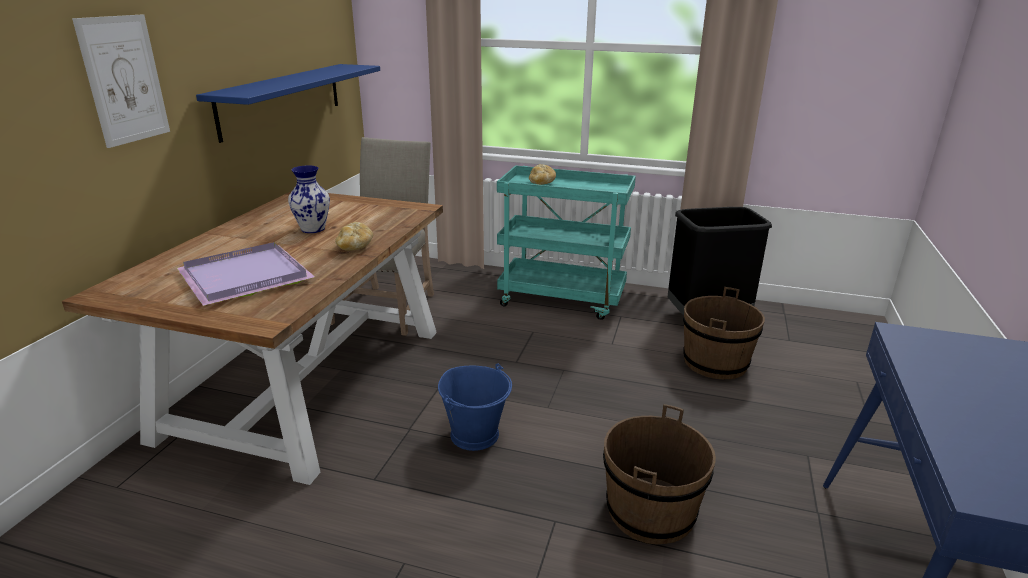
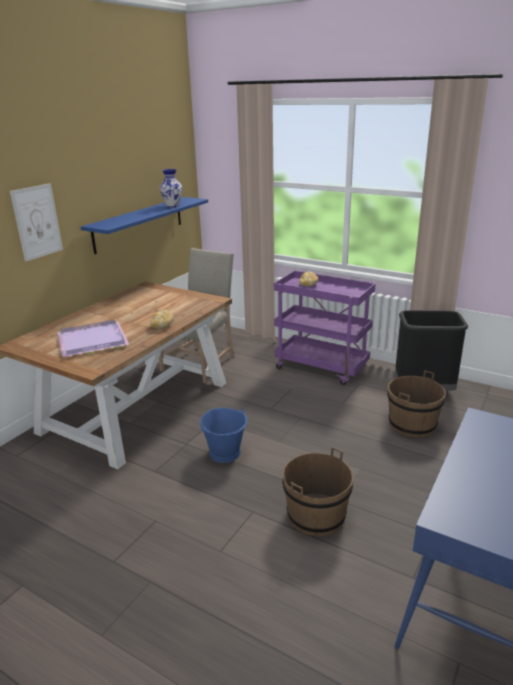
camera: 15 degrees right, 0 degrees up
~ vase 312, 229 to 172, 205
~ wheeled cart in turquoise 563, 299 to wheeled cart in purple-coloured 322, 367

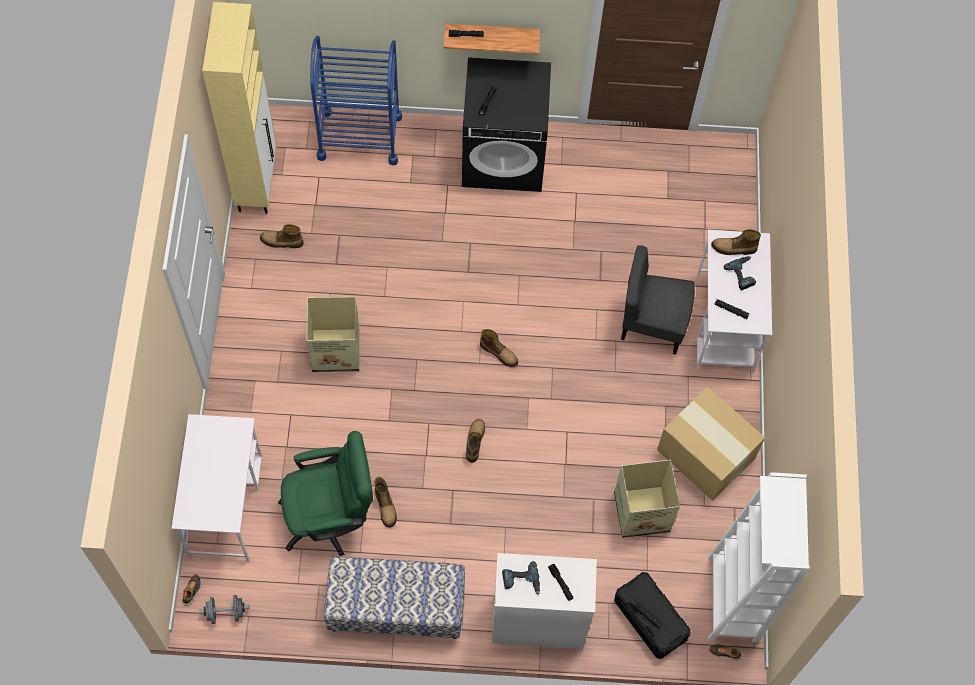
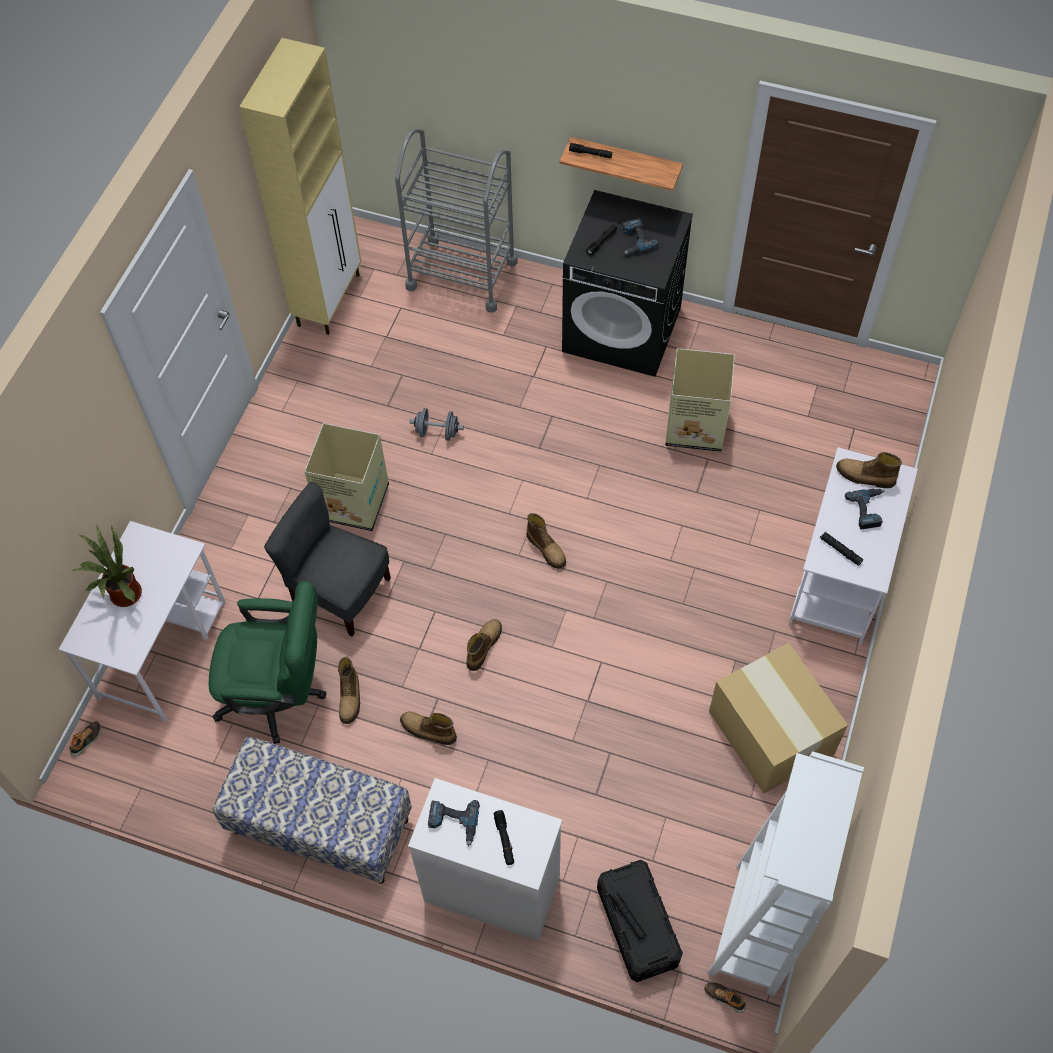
camera: 20 degrees right, 5 degrees down
~ wheeled cart in bluish 359, 137 to wheeled cart in gray 462, 274
~ tall boot 281, 242 to 428, 731
~ chair in gray 652, 323 to 340, 592
~ cardboard box 640, 512 to 693, 426
~ hand weight in gray 226, 612 to 437, 432
+ drill 634, 240
+ potted plant 122, 594

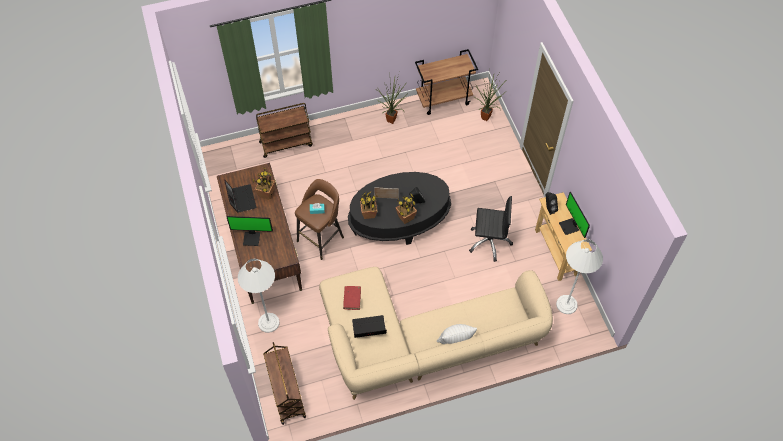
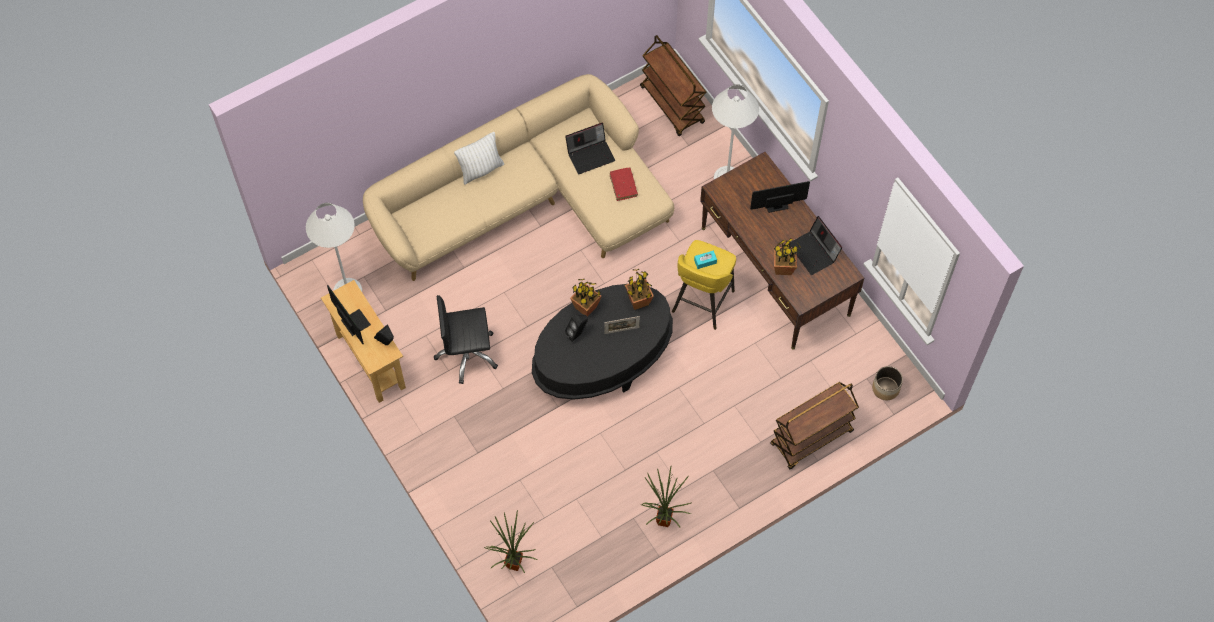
camera: 165 degrees right, 5 degrees up
- wheeled cart in brownish 444, 99
~ sitting stool in brownish 321, 238 to sitting stool in yellow 702, 303
+ plant pot 885, 388

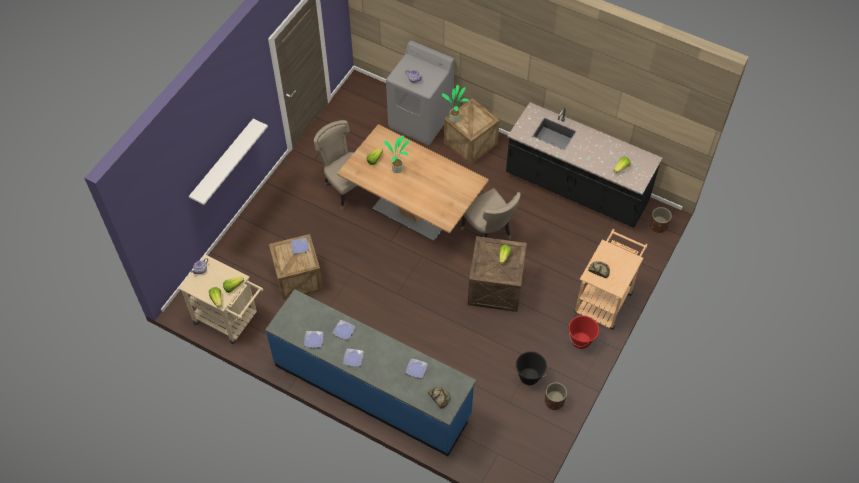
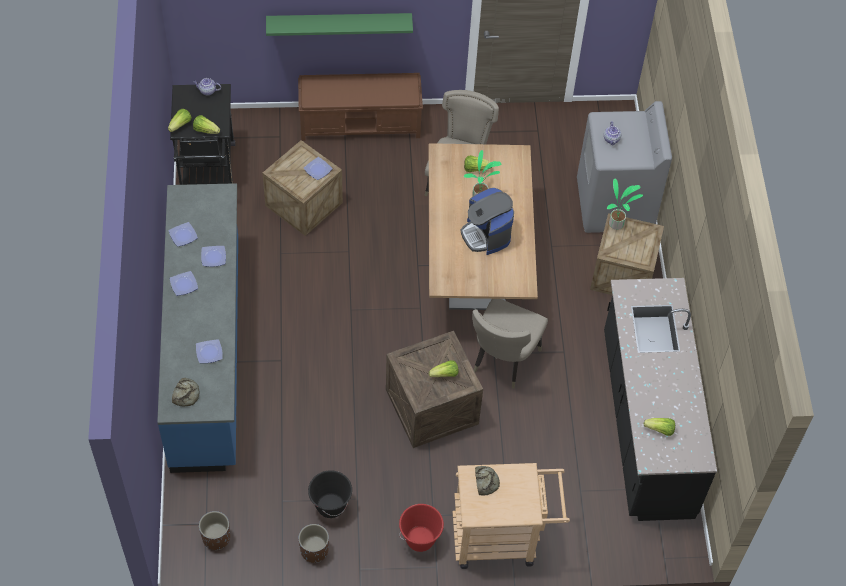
camera: 55 degrees right, 0 degrees up
~ wall shelf in white 223, 162 to wall shelf in greenish 339, 23
~ plant pot in brownish 658, 226 to 216, 537
~ wheeled cart in sand-coloured 230, 320 to wheeled cart in black 207, 173
+ indoor bench in brownish 361, 123
+ coffee brewer 486, 234

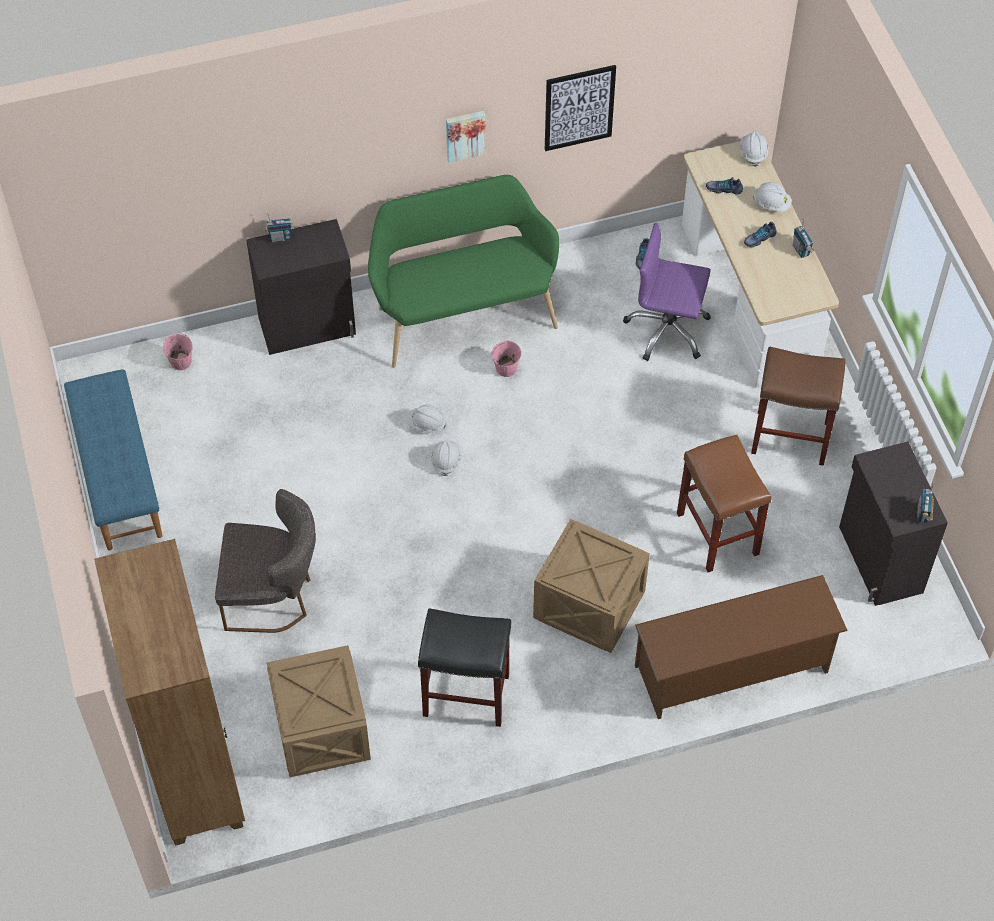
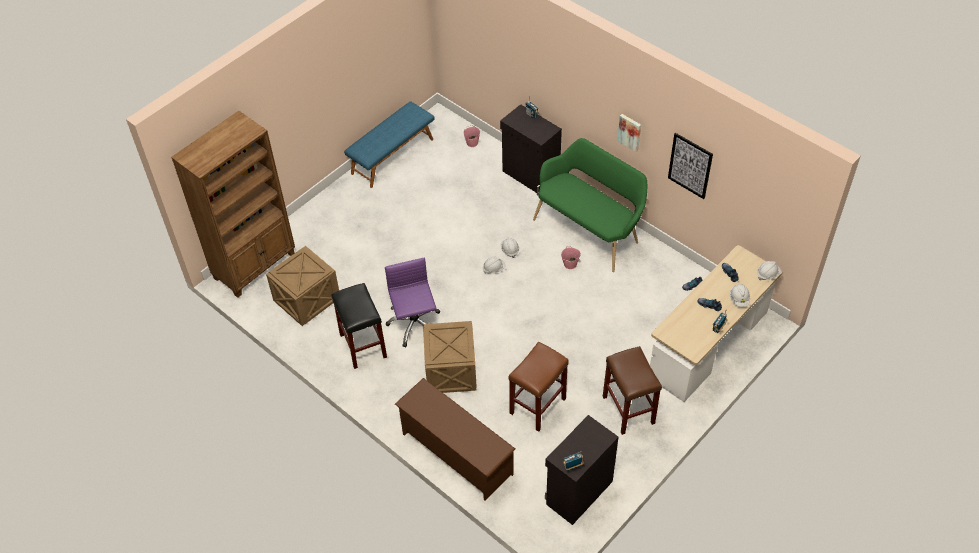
camera: 60 degrees right, 5 degrees down
~ desk chair in purple-coloured 667, 330 to 414, 325
- chair in gray 273, 596

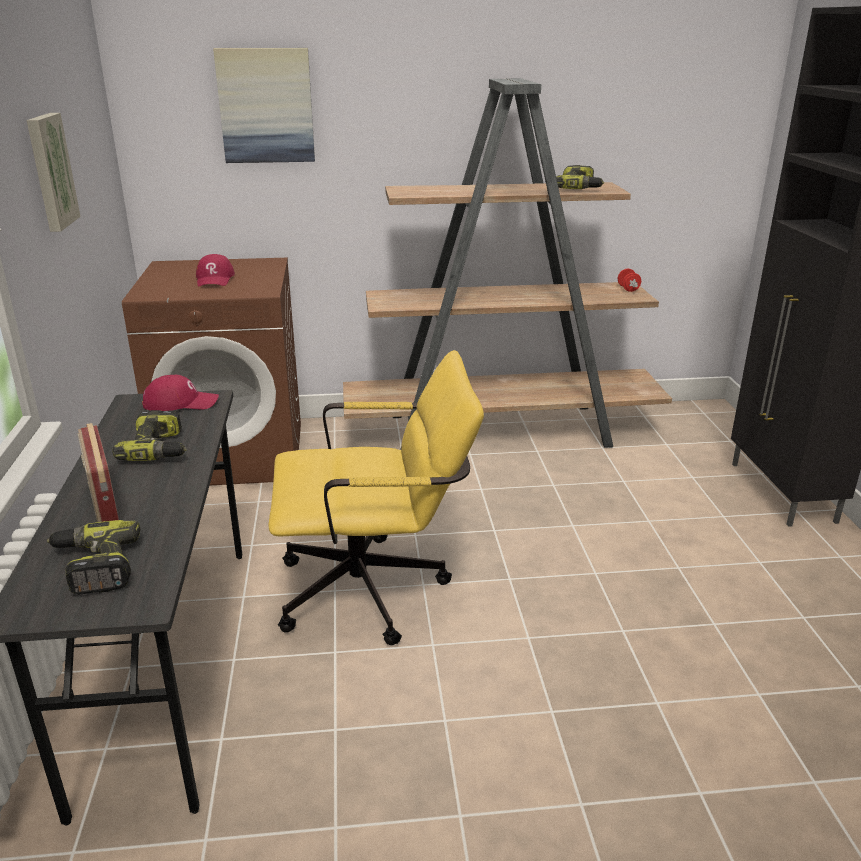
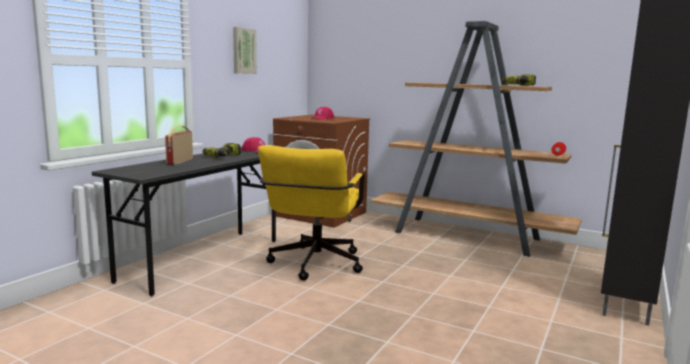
camera: 35 degrees right, 15 degrees down
- wall picture 266, 106
~ desk chair in yellow 377, 590 = 313, 266 75 degrees clockwise
- drill 94, 567

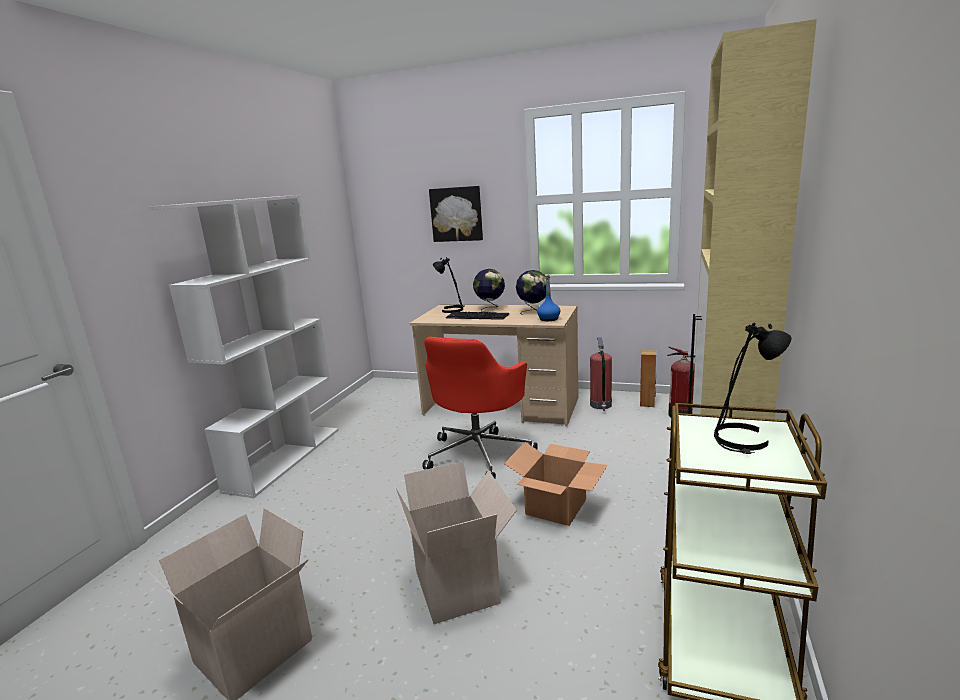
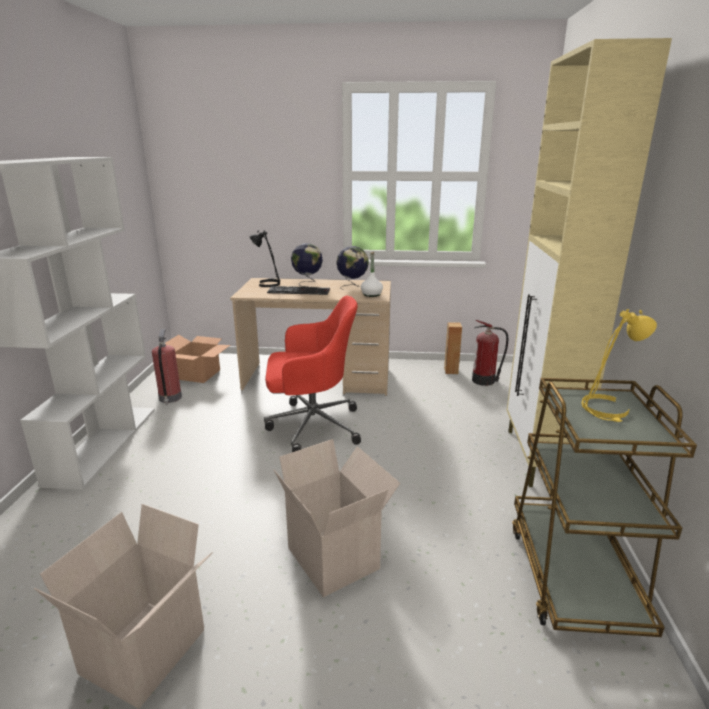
camera: 15 degrees left, 5 degrees up
- wall picture 457, 214
~ bottle in bluish 549, 319 to bottle in white 371, 294
~ table lamp in black 742, 440 to table lamp in yellow 606, 409
~ desk chair in red-coloured 479, 453 = 311, 426 105 degrees counterclockwise
~ fire extinguisher 601, 405 to 170, 398
~ cardboard box 556, 506 to 198, 374

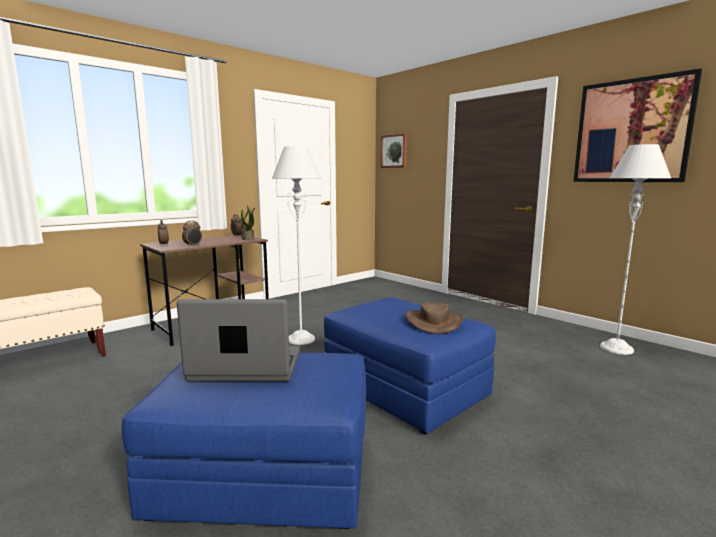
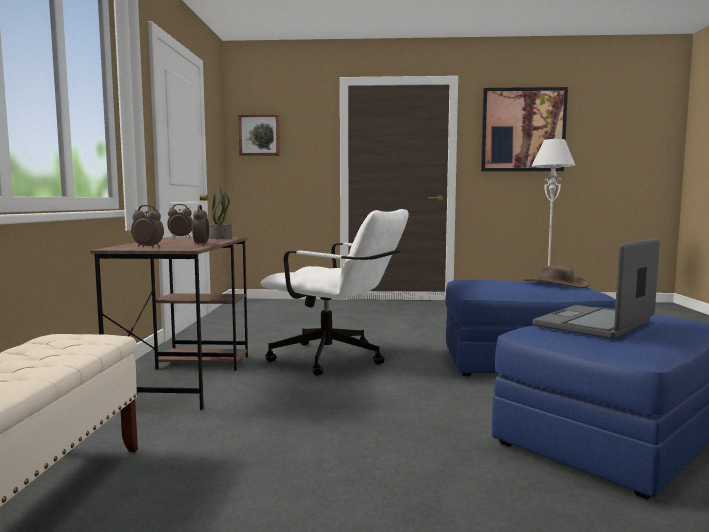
camera: 45 degrees left, 5 degrees down
~ standard lamp in gray 301, 339 to desk chair in white 337, 359

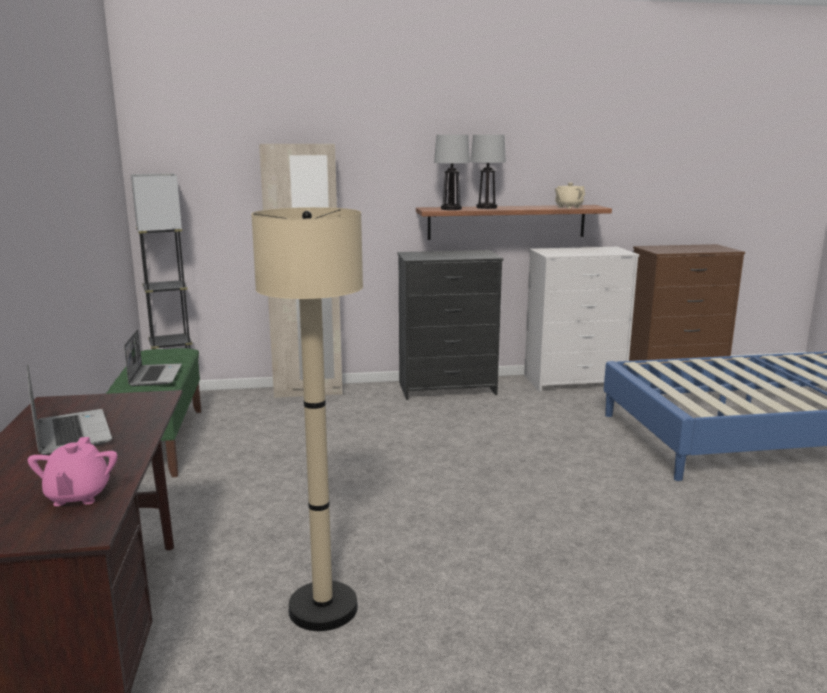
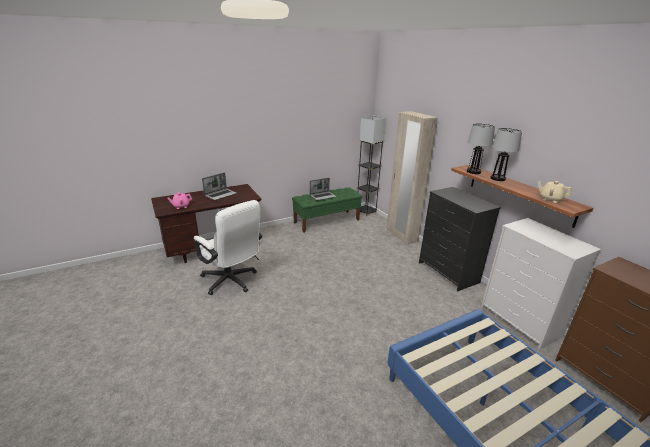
camera: 70 degrees right, 10 degrees up
~ standard lamp in sand-coloured 323, 608 to desk chair in white 232, 282

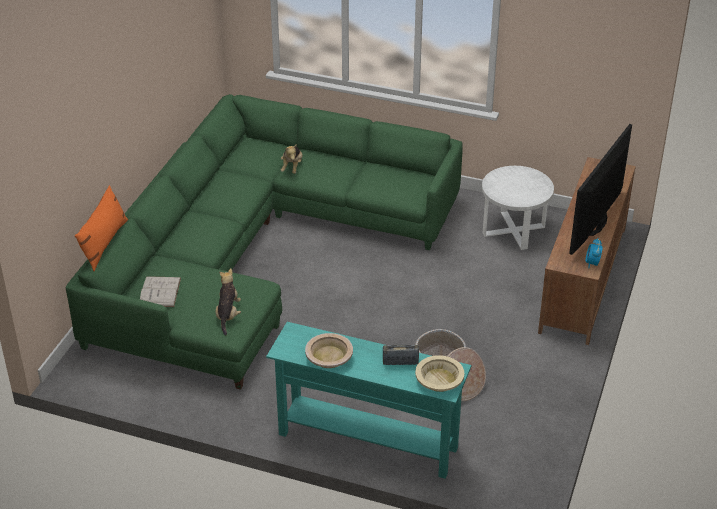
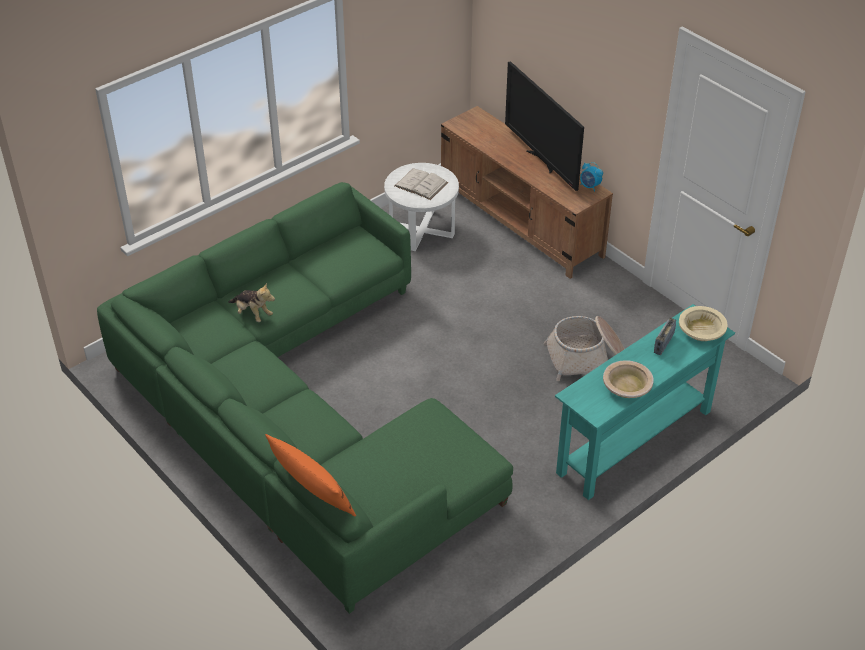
camera: 60 degrees left, 5 degrees up
- soft toy 228, 315
~ bound book in white 160, 292 to 421, 184

